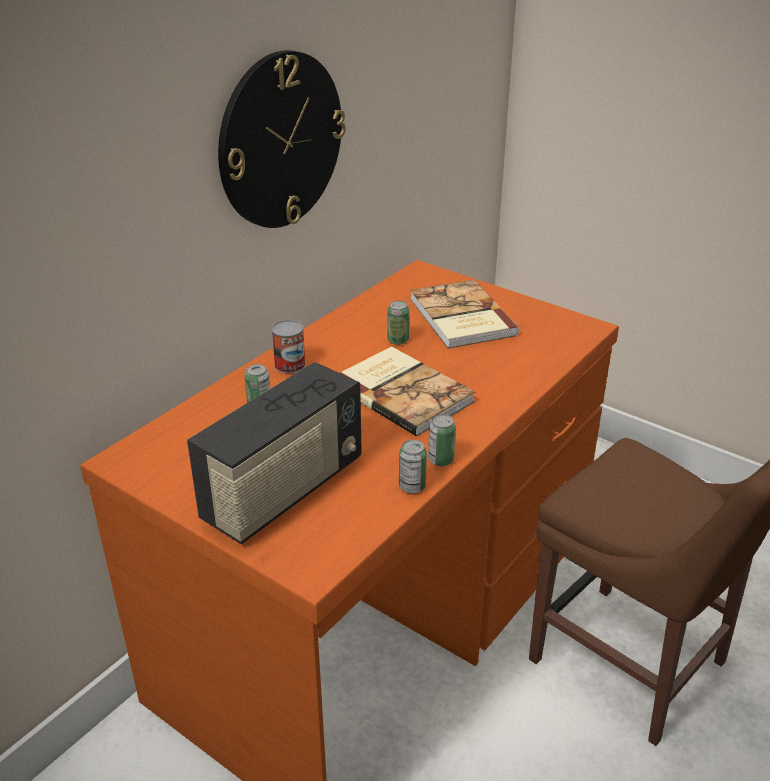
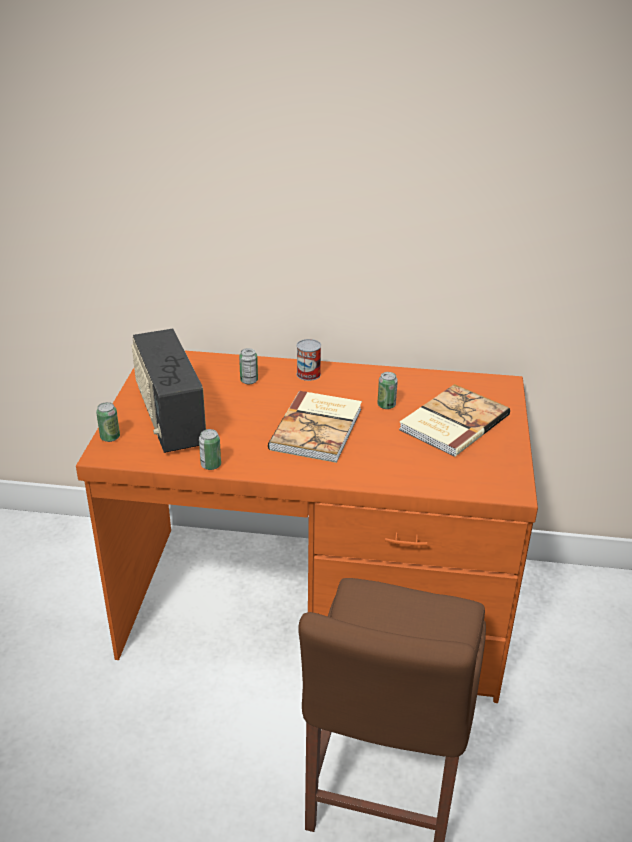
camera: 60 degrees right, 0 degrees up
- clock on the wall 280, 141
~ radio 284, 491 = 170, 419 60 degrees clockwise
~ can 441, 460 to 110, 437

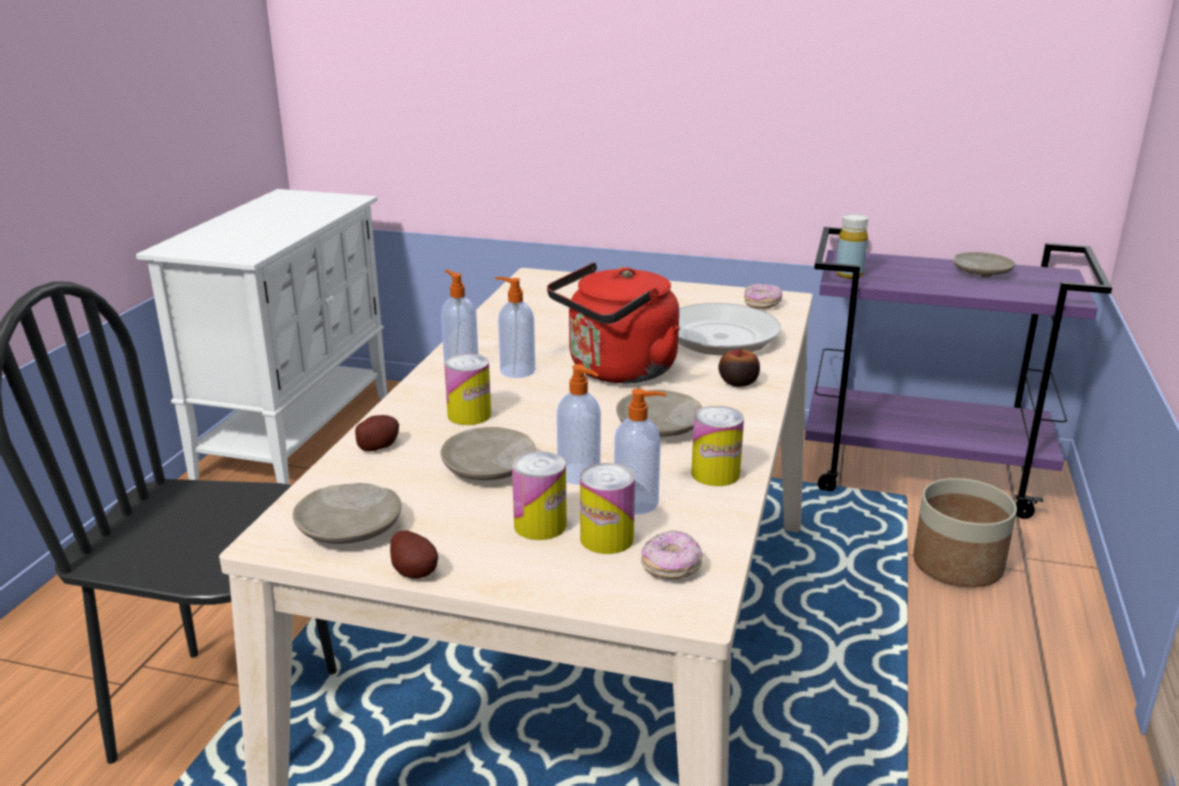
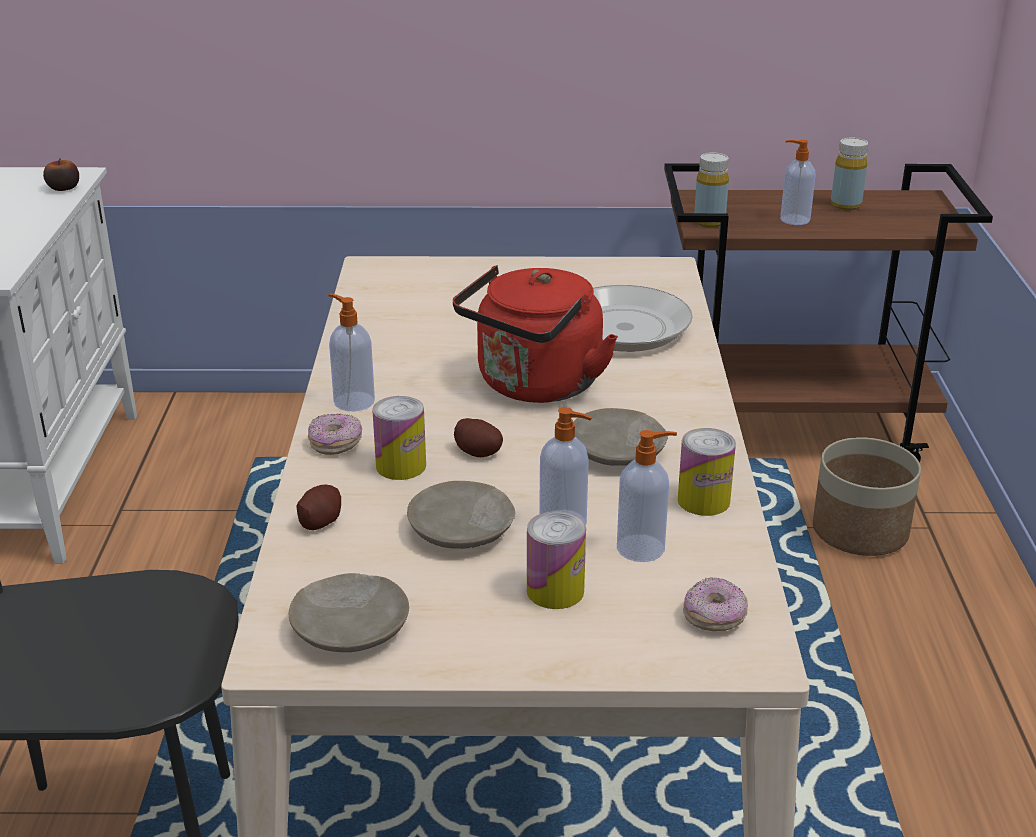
camera: 15 degrees left, 5 degrees up
~ wheeled cart in purple-coloured 923, 474 to wheeled cart in brownish 794, 431
~ flat dish in sand-coloured 981, 273 to bottle in yellow 845, 205
~ liquid soap bottle 516, 371 to 793, 220
~ doughnut 762, 304 to 335, 444
~ apple 738, 382 to 63, 188
- can 607, 538
~ potato 415, 571 to 479, 452

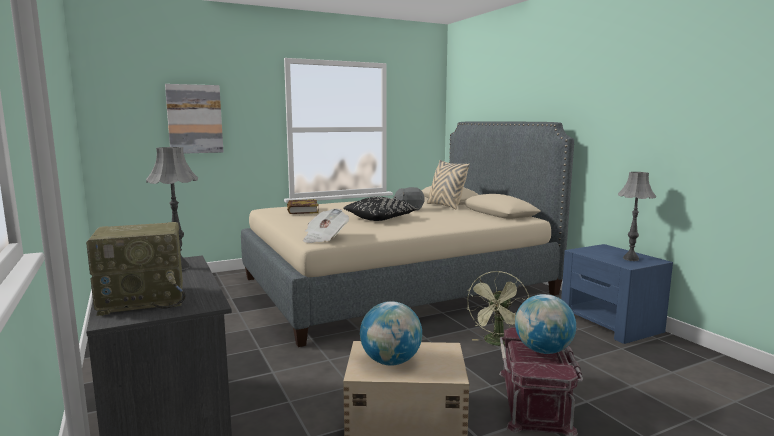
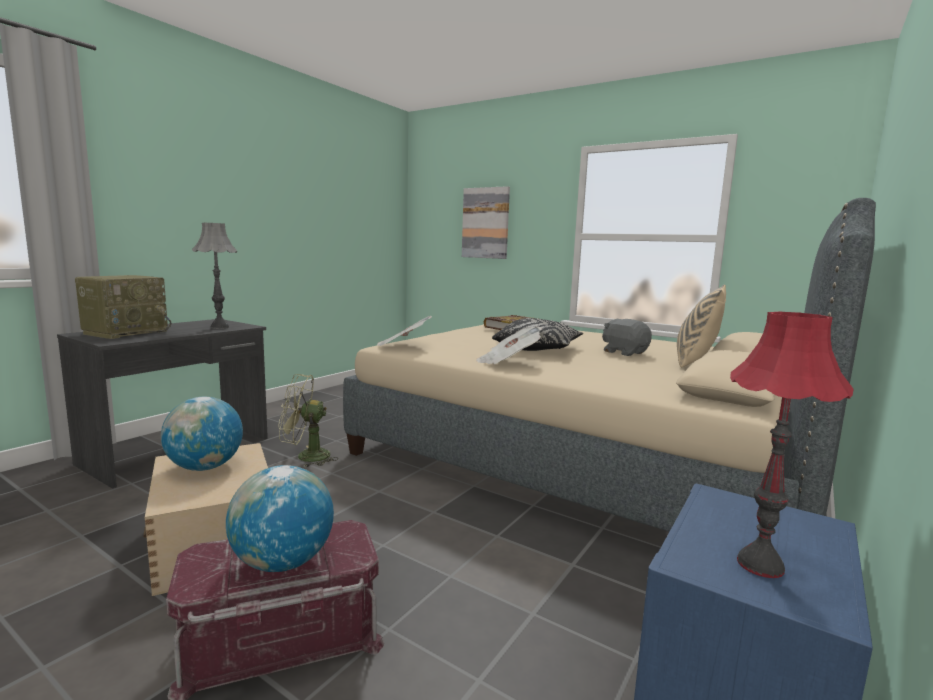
camera: 60 degrees right, 0 degrees up
~ table lamp in gray 630, 259 to table lamp in red-coloured 759, 565
~ radio 144, 300 = 126, 332 105 degrees counterclockwise
~ fan in greenish 497, 343 to 306, 457
+ printed paper 508, 362

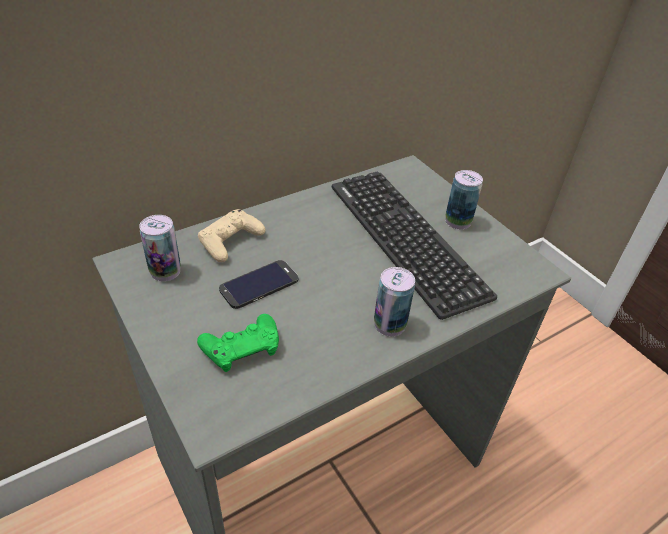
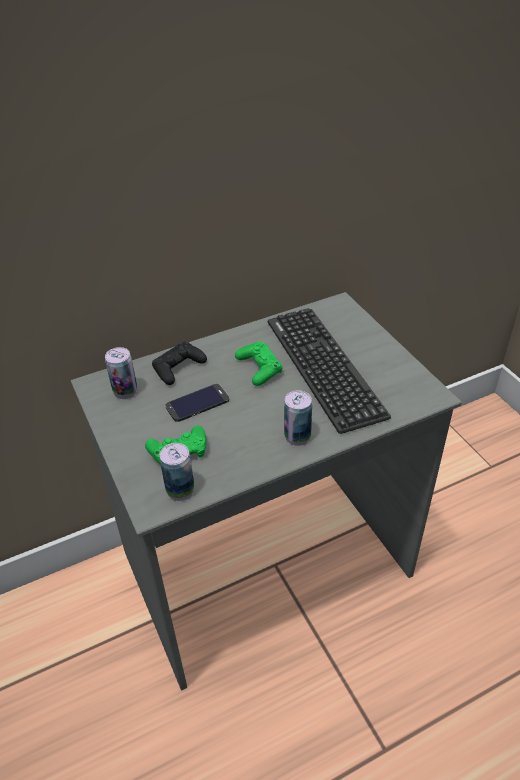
camera: 10 degrees right, 0 degrees up
~ can 458, 221 to 180, 490
~ joypad in sand-coloured 230, 241 to joypad in black 178, 368
+ joypad in greenish 259, 368

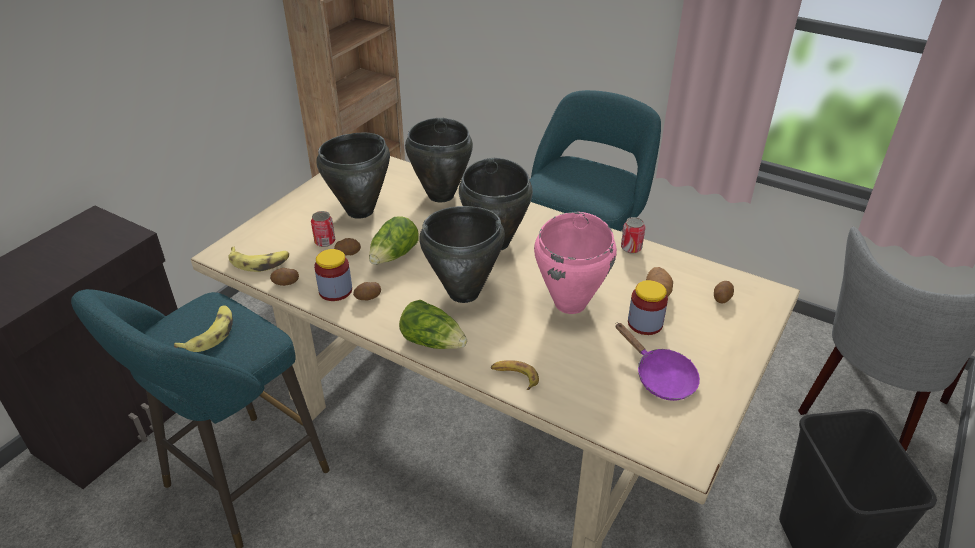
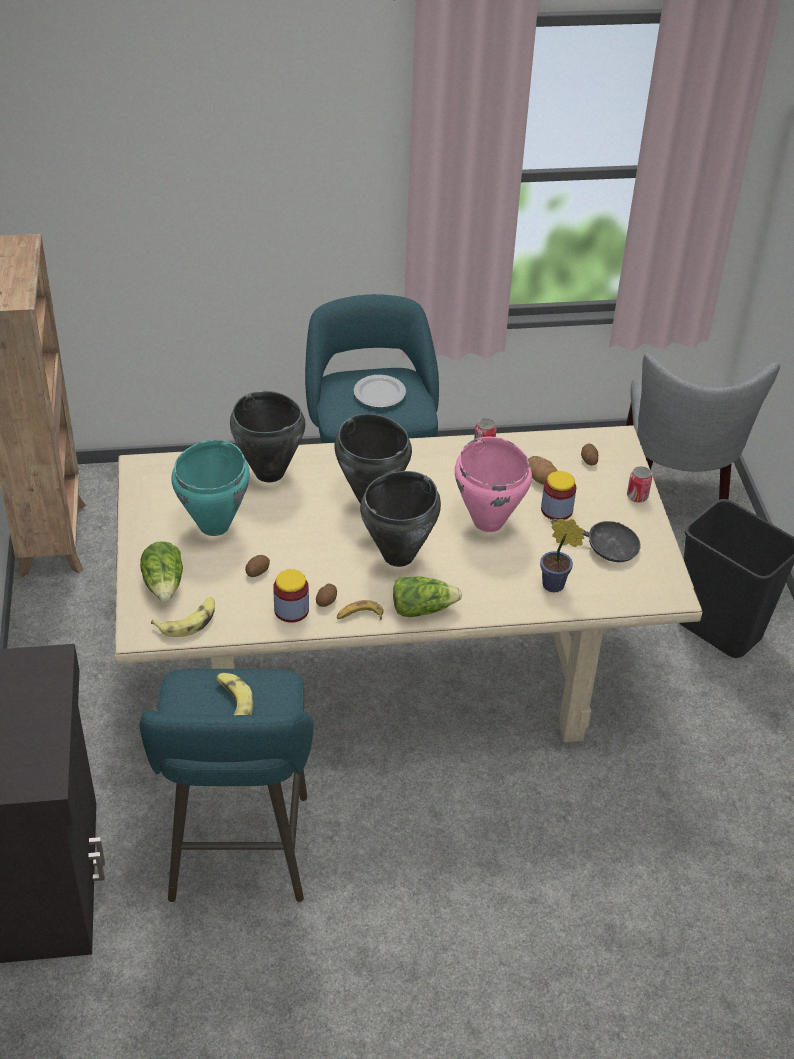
camera: 40 degrees left, 5 degrees up
~ cooking pot in black 361, 211 to cooking pot in turquoise 215, 525
~ can 325, 242 to 637, 496
~ head of lettuce 394, 256 to 164, 585
- potato 285, 283
~ frying pan in purple-coloured 660, 377 to frying pan in black 606, 547
~ banana 514, 377 to 359, 616
+ flat dish 380, 393
+ potted plant 556, 585

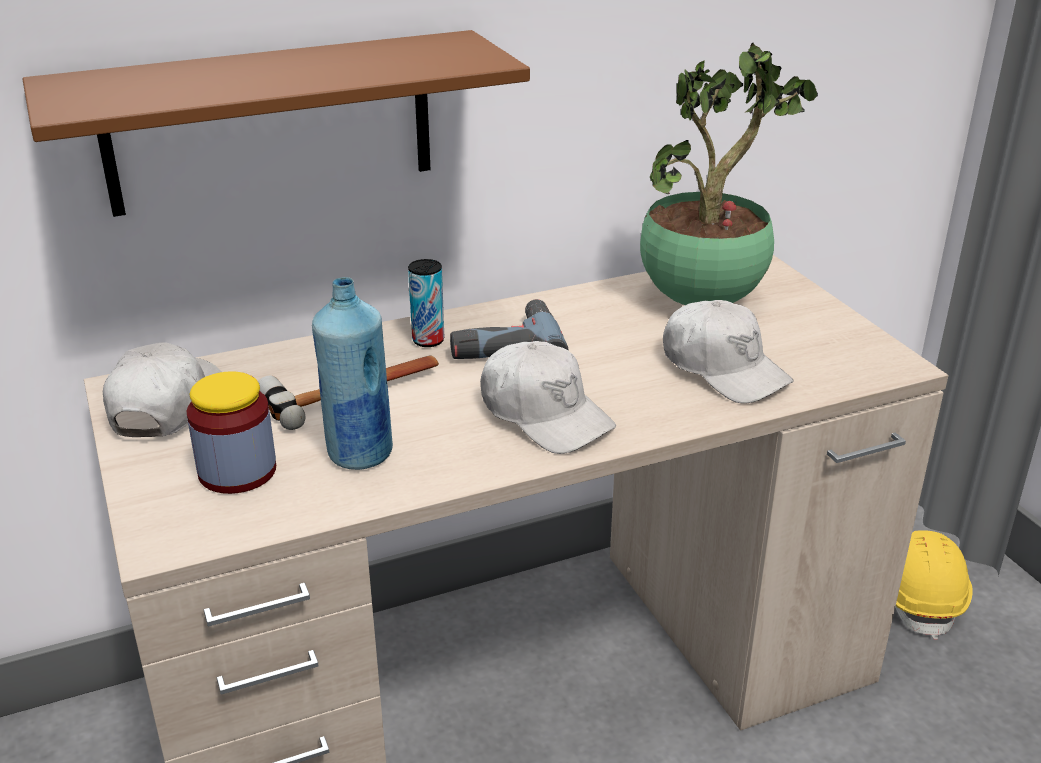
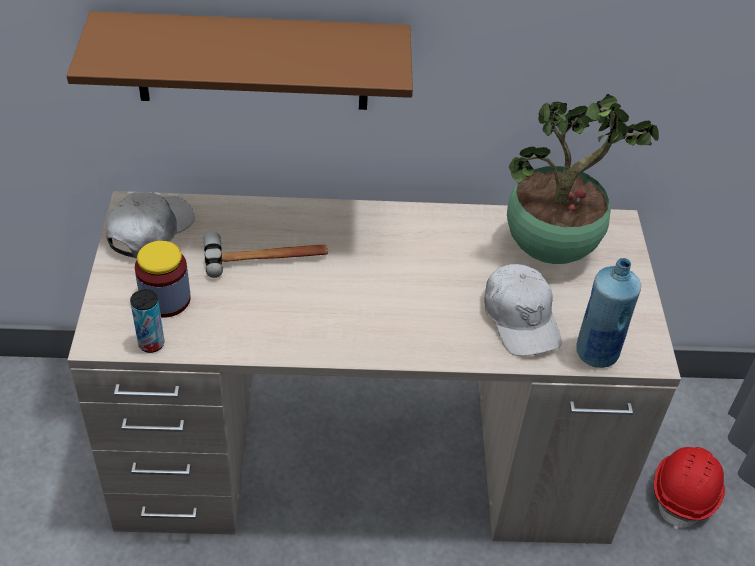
camera: 20 degrees right, 15 degrees up
~ can 428, 340 to 151, 344
~ bottle in bluish 359, 454 to 596, 353
- drill 504, 344
- baseball cap in white 545, 414
~ hard hat in yellow 918, 598 to hard hat in red-coloured 685, 492

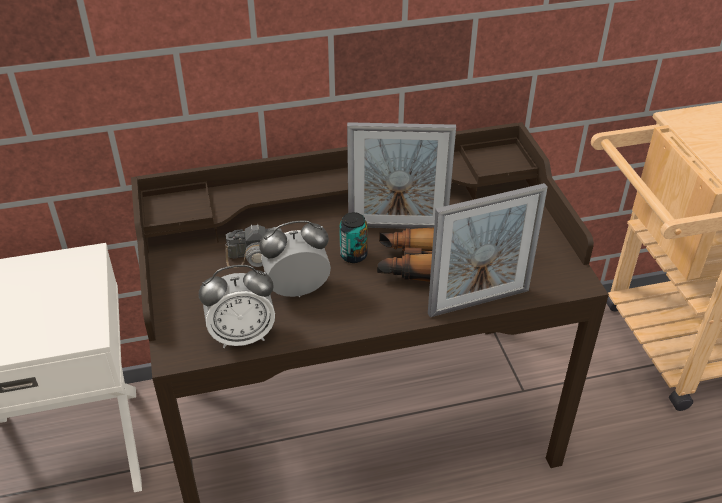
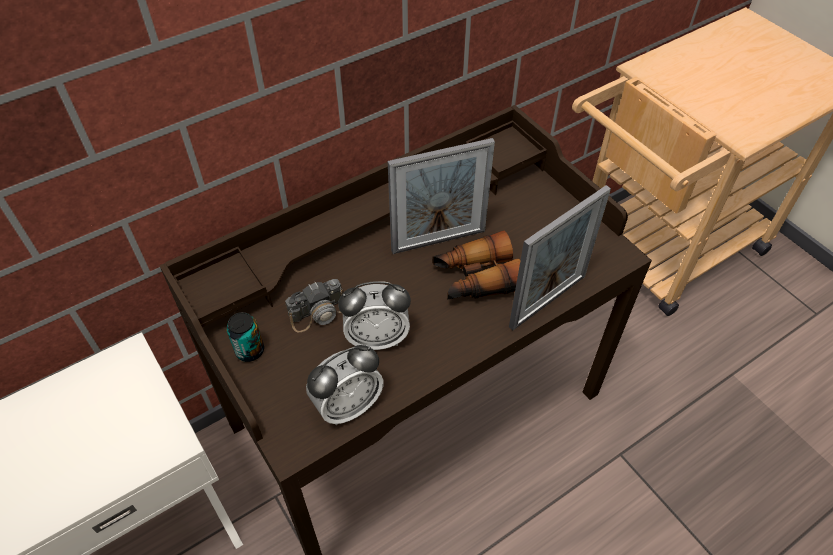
camera: 20 degrees left, 10 degrees up
~ can 353, 255 to 250, 350
~ alarm clock 297, 290 = 377, 338 150 degrees counterclockwise

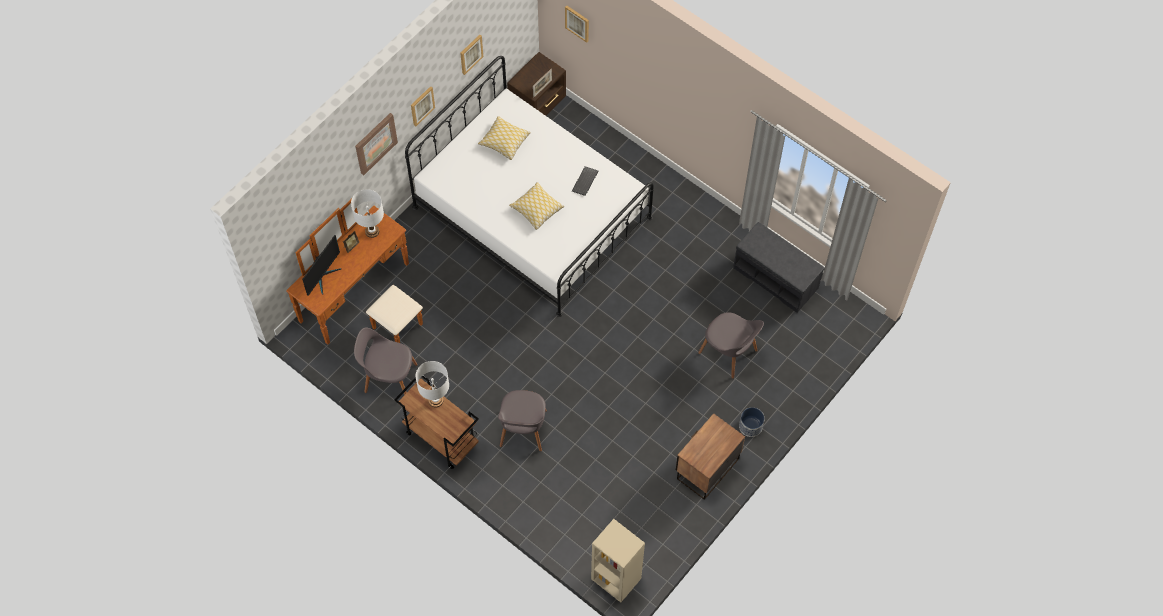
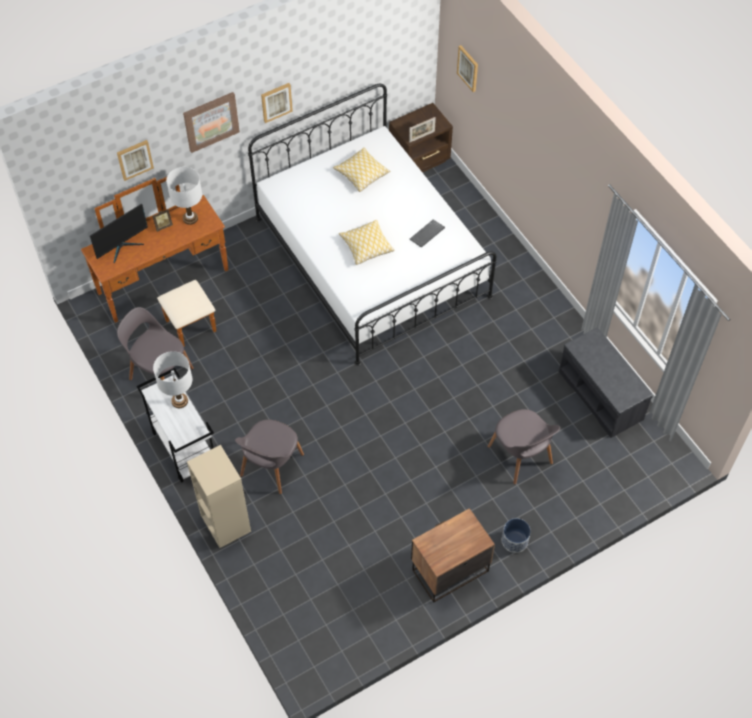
camera: 20 degrees right, 5 degrees down
~ wall picture 471, 54 to 134, 159
~ wheeled cart in brownish 440, 438 to wheeled cart in white 184, 448
~ shelving unit in sand-coloured 615, 579 to 225, 523

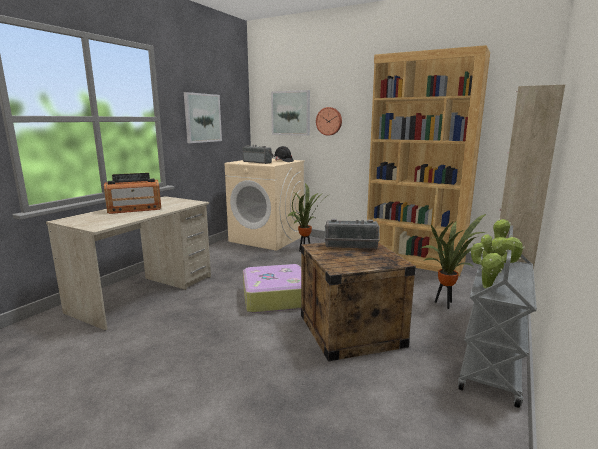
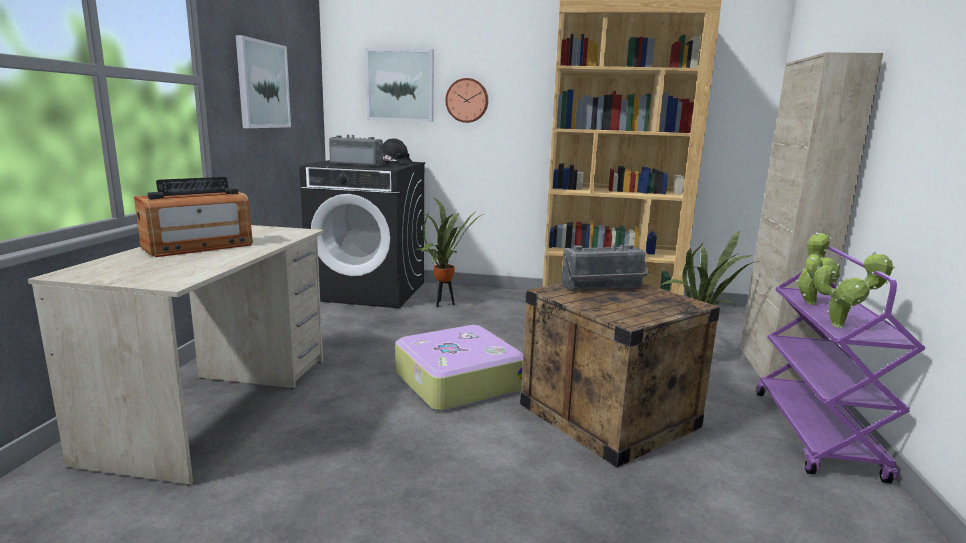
camera: 20 degrees left, 0 degrees up
~ laundry appliance in sand-coloured 267, 239 to laundry appliance in black 369, 291
~ wheeled cart in gray 492, 365 to wheeled cart in purple-coloured 816, 434

